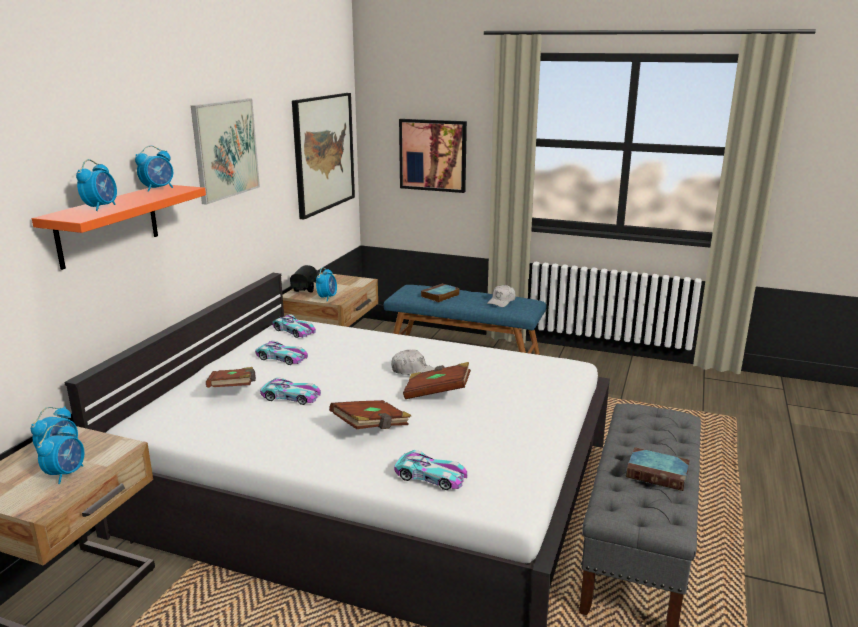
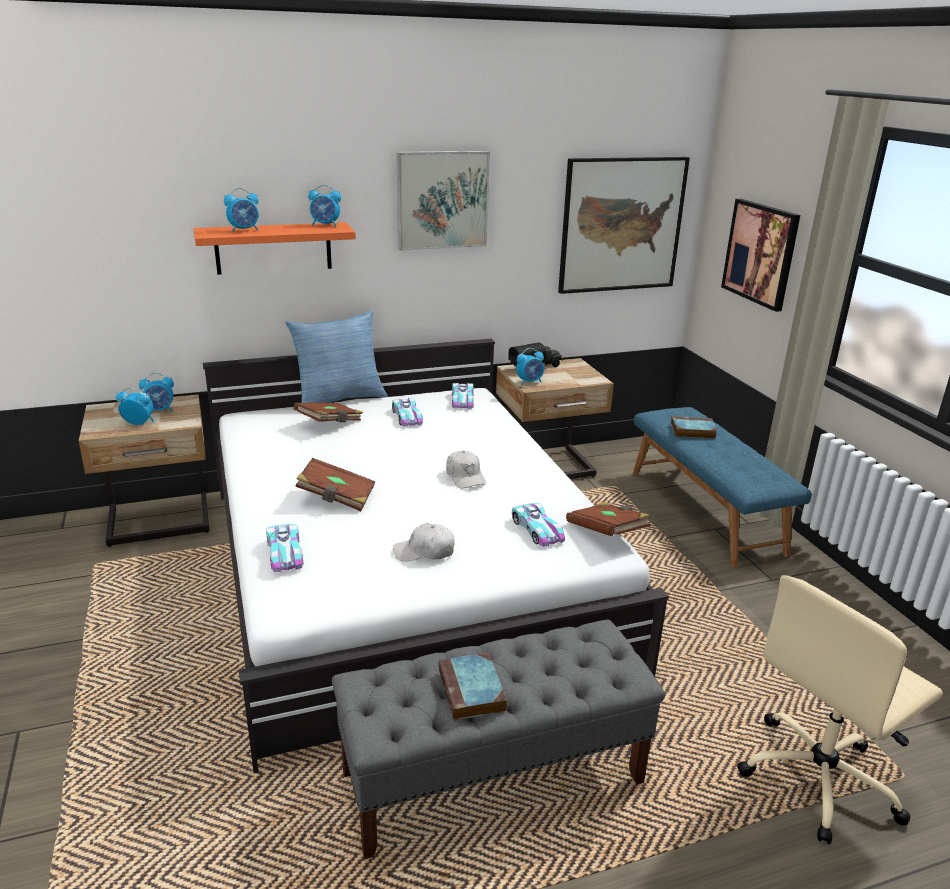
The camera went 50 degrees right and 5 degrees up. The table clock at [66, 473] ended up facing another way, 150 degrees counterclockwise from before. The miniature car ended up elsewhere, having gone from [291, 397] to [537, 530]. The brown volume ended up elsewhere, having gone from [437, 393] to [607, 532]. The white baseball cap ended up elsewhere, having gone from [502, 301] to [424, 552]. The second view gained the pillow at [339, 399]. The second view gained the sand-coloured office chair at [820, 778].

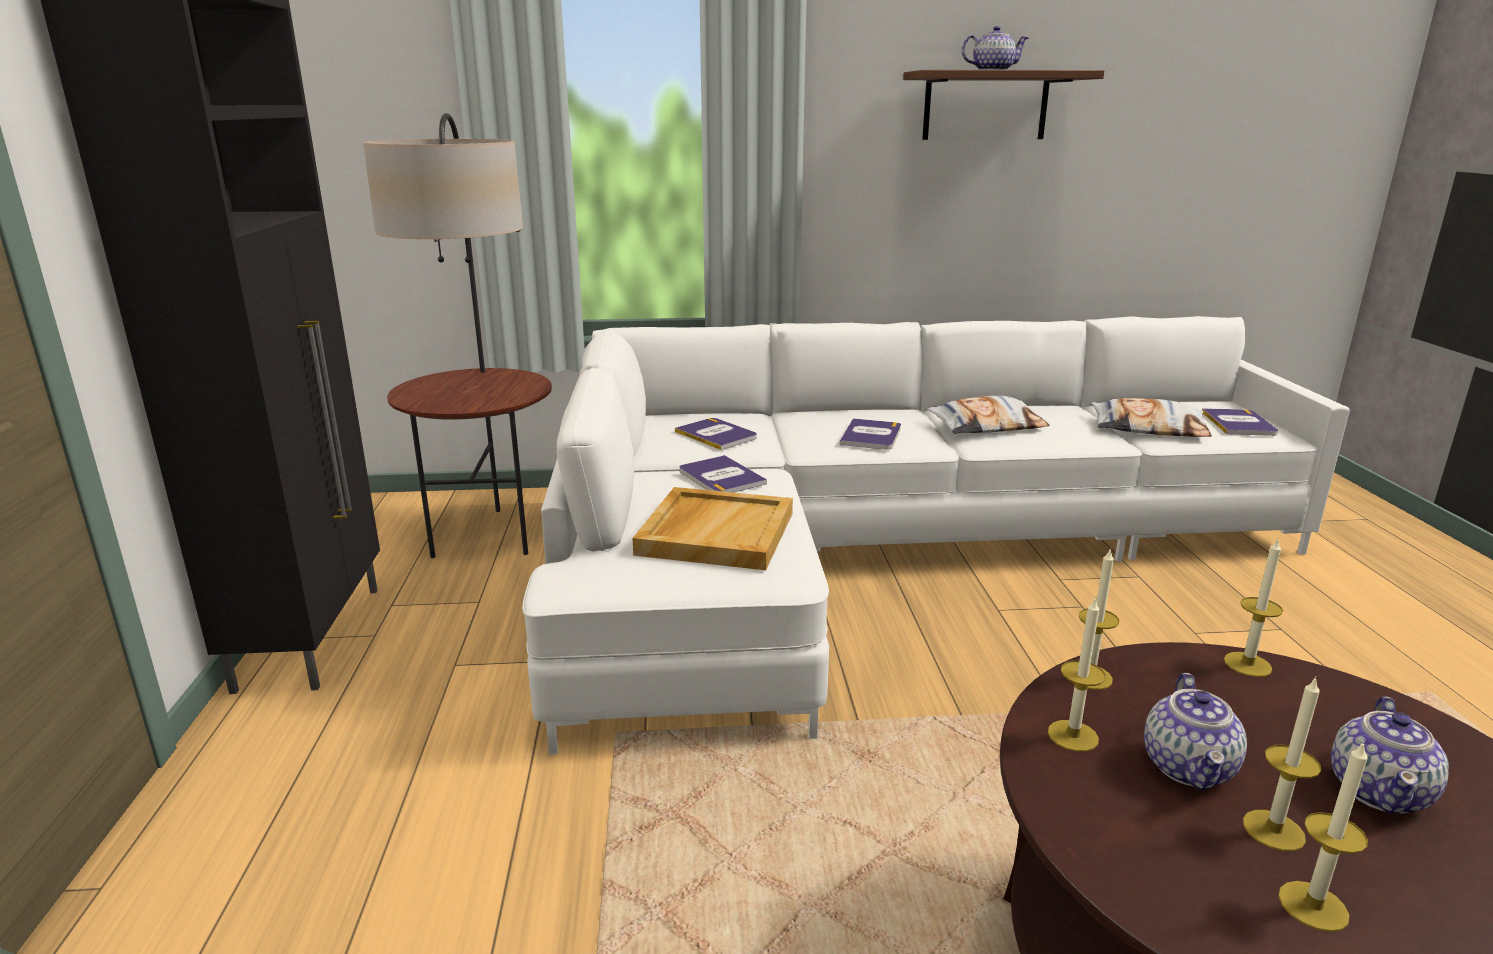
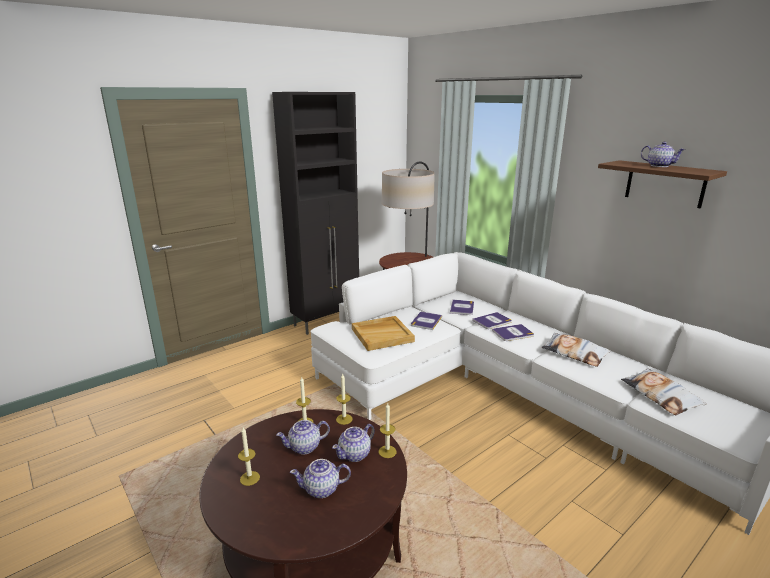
The camera went 55 degrees right and 0 degrees up. The volume ended up elsewhere, having gone from [1238, 423] to [492, 321]. The second view lost the wax light at [1273, 830]. The second view gained the teapot at [355, 454].

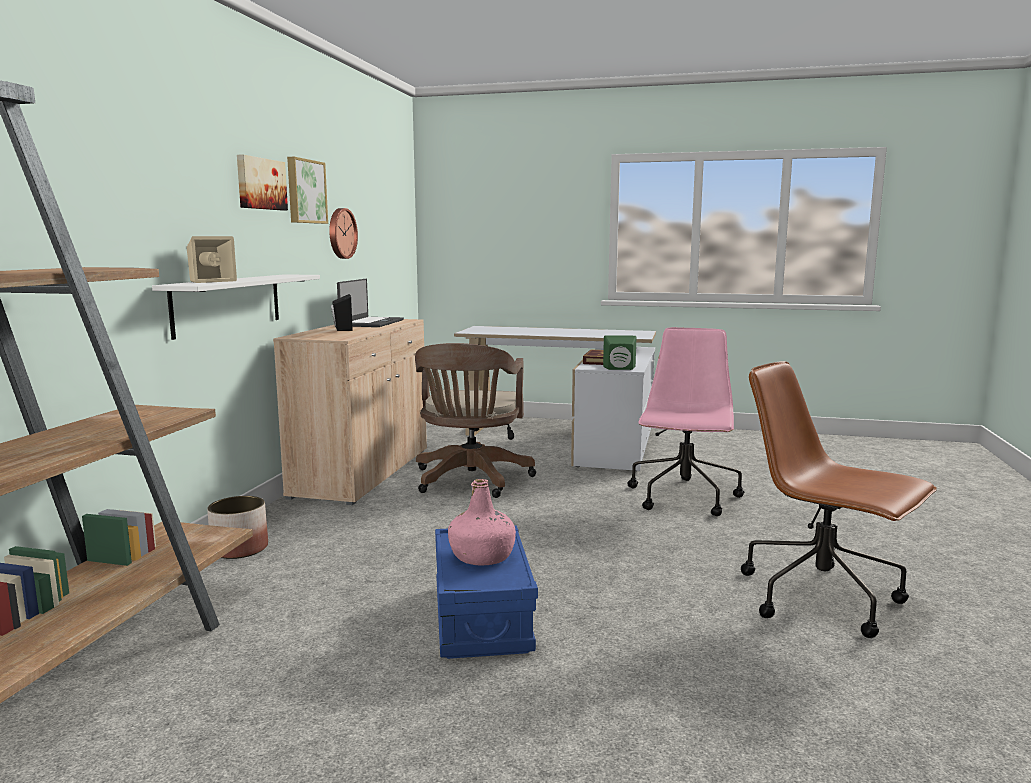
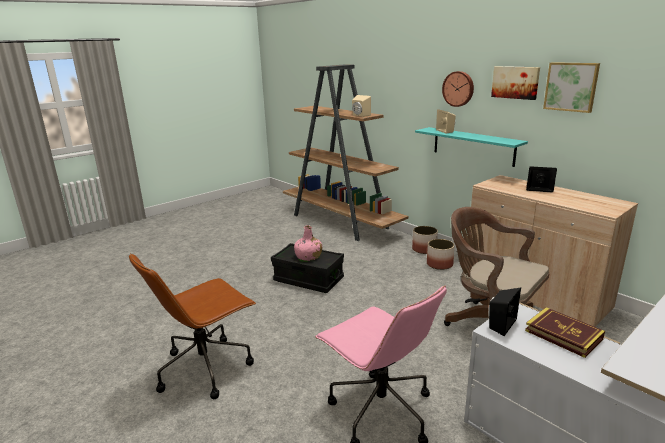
The camera went 125 degrees right and 10 degrees up. What was the white shelf at [228, 304] turned into the turquoise-coloured shelf at [473, 146]. The clock on the wall ended up elsewhere, having gone from [341, 233] to [458, 88]. The second view lost the notebook computer at [371, 323]. What was the blue-coloured storage bin at [482, 617] turned into the black-coloured storage bin at [308, 279]. What was the green speaker at [619, 369] turned into the black-coloured speaker at [499, 324]. The brown office chair at [823, 598] ended up facing another way, 150 degrees clockwise from before. The second view gained the sand-coloured speaker at [360, 115]. The second view gained the plant pot at [439, 264].

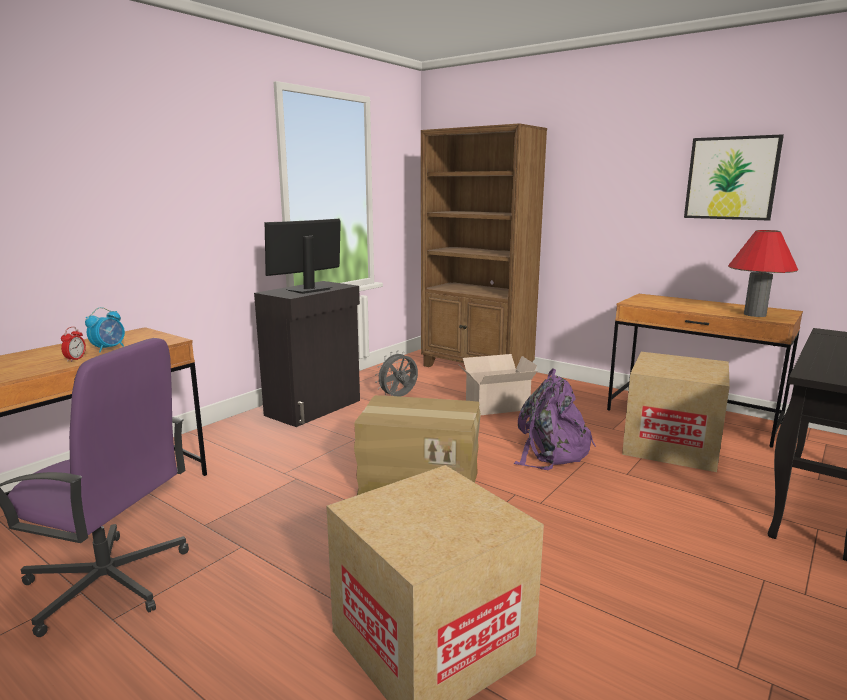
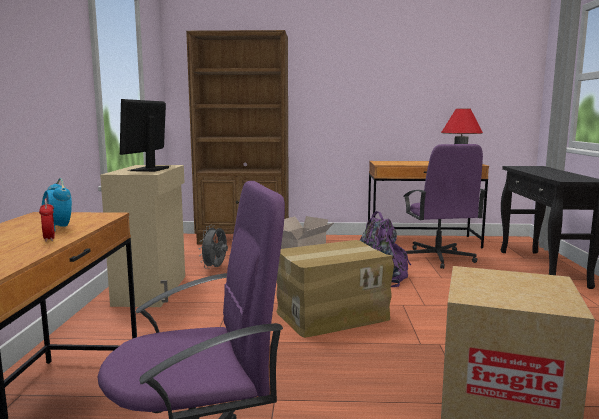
The camera went 35 degrees left and 5 degrees down. The table clock at [109, 348] ended up facing another way, 150 degrees clockwise from before. What was the black-coloured storage cabinet at [315, 408] turned into the sand-coloured storage cabinet at [152, 290]. Where the cardboard box stood at [671, 446], the purple-coloured office chair came to stand at [437, 258]. The second view lost the wall picture at [731, 178].

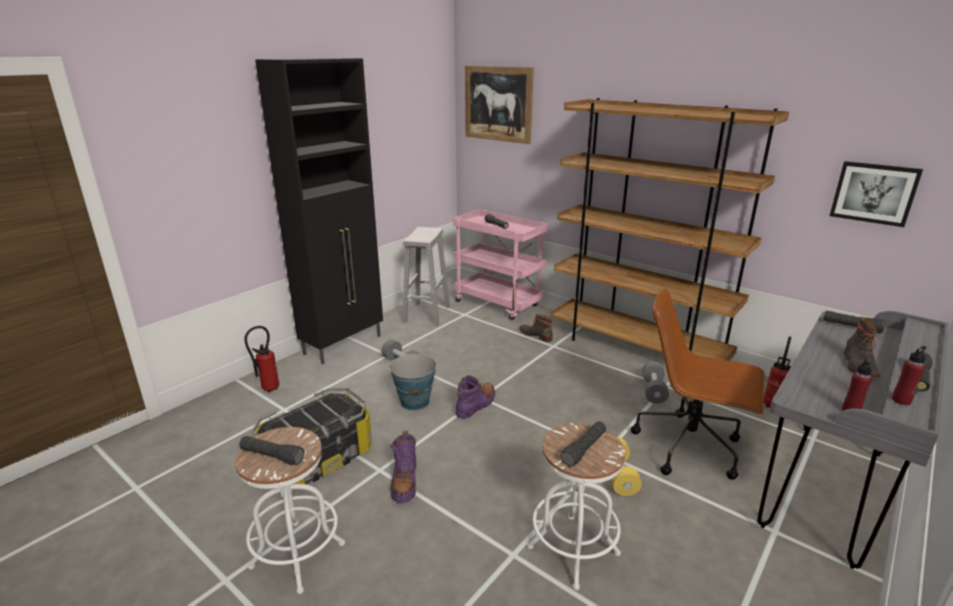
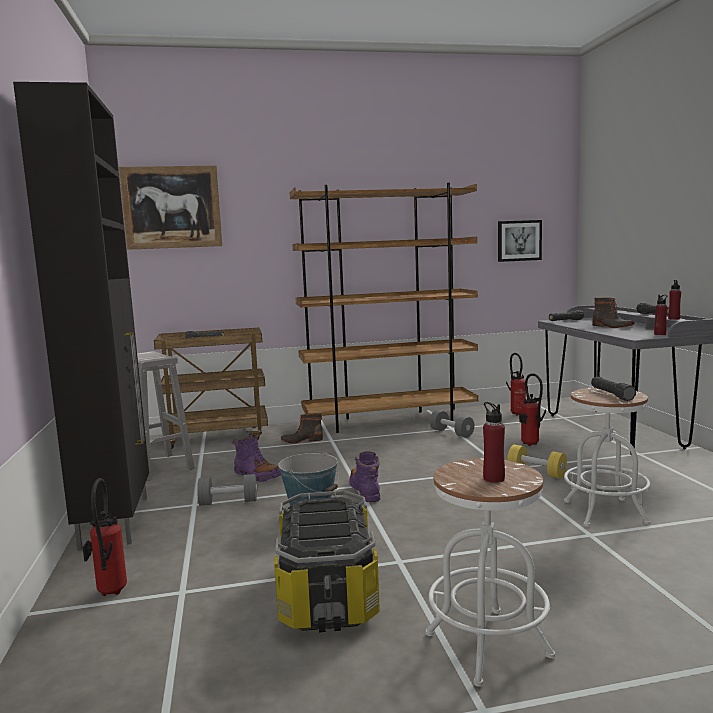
The camera went 50 degrees left and 15 degrees down. Where the black-coloured flashlight stood at [272, 456], the red-coloured bottle came to stand at [493, 478]. The purple-coloured boot ended up elsewhere, having gone from [404, 482] to [256, 475]. What was the pink cart at [499, 304] turned into the brown cart at [218, 437]. Where the brown office chair stood at [690, 447], the extinguisher came to stand at [531, 445].

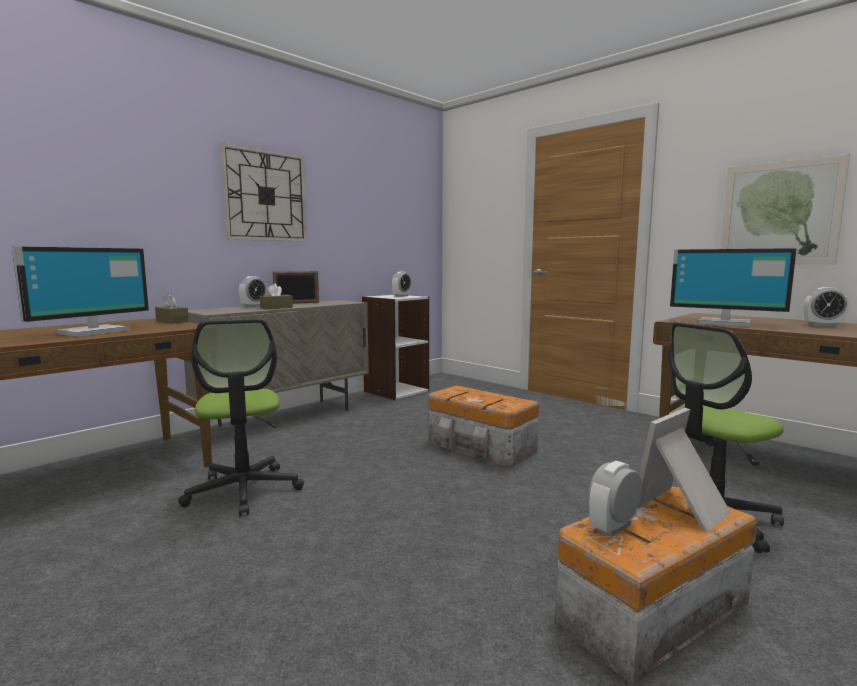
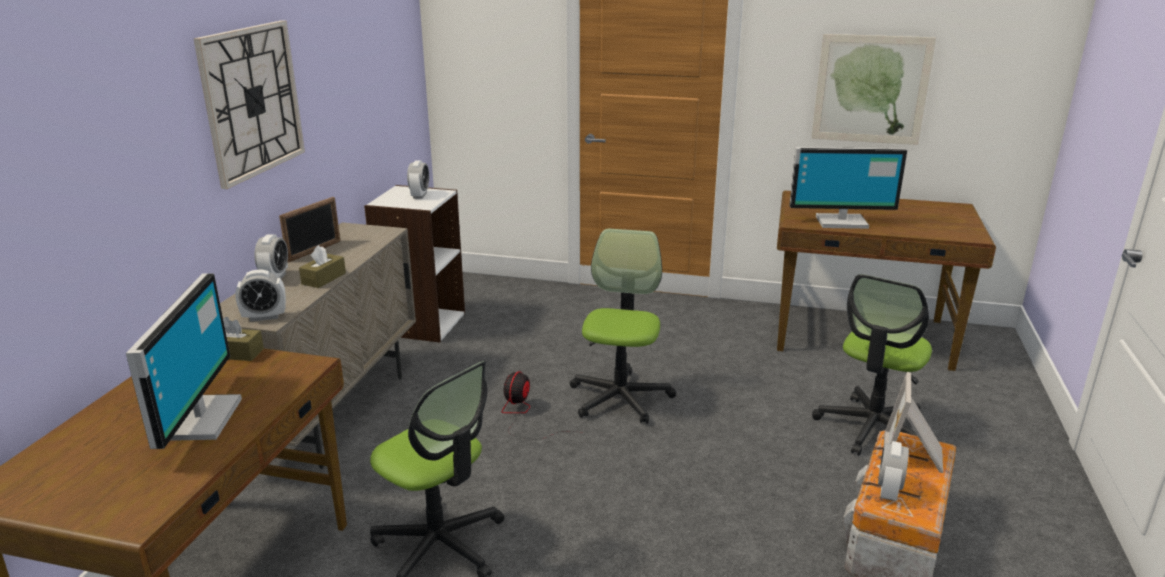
The camera went 30 degrees left and 15 degrees up. Where the storage bin stood at [480, 447], the office chair came to stand at [620, 398]. The table clock ended up elsewhere, having gone from [823, 325] to [264, 317]. The second view gained the fan at [524, 416].

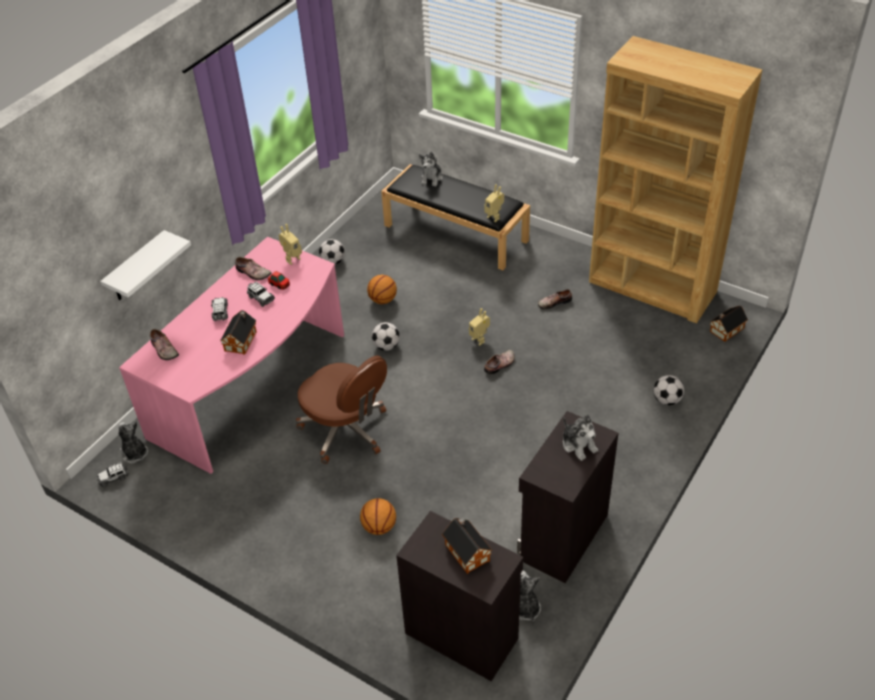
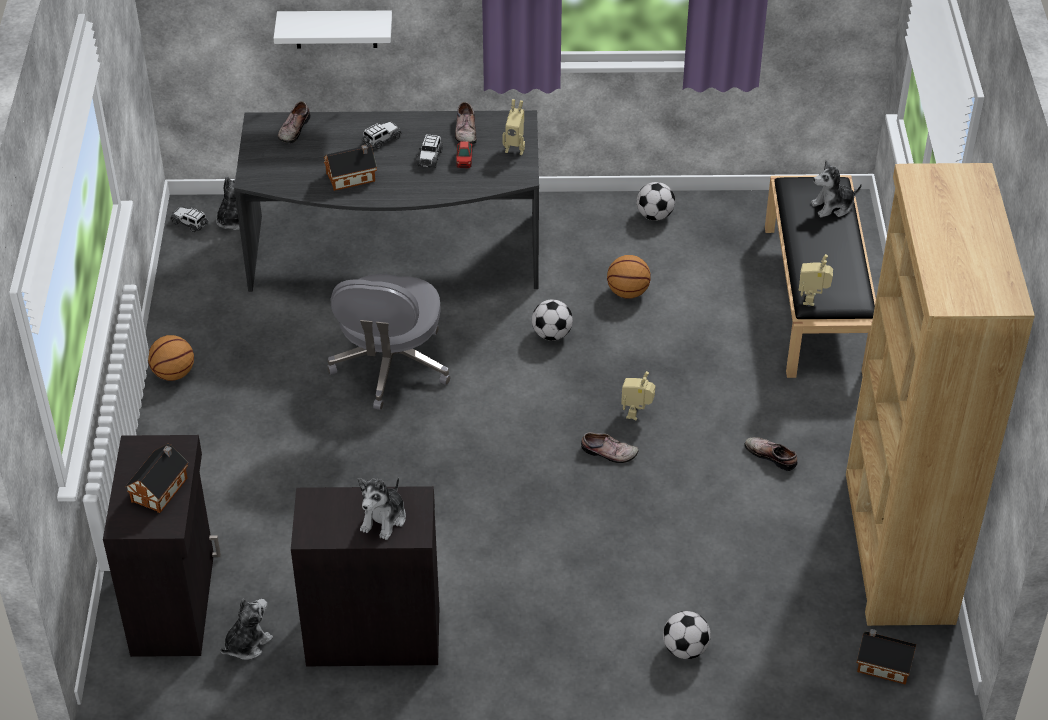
The camera went 55 degrees right and 0 degrees up. What was the pink desk table at [254, 387] turned into the gray desk table at [394, 258]. What was the brown office chair at [346, 430] turned into the gray office chair at [390, 366]. The ball for basketball ended up elsewhere, having gone from [379, 527] to [173, 373].

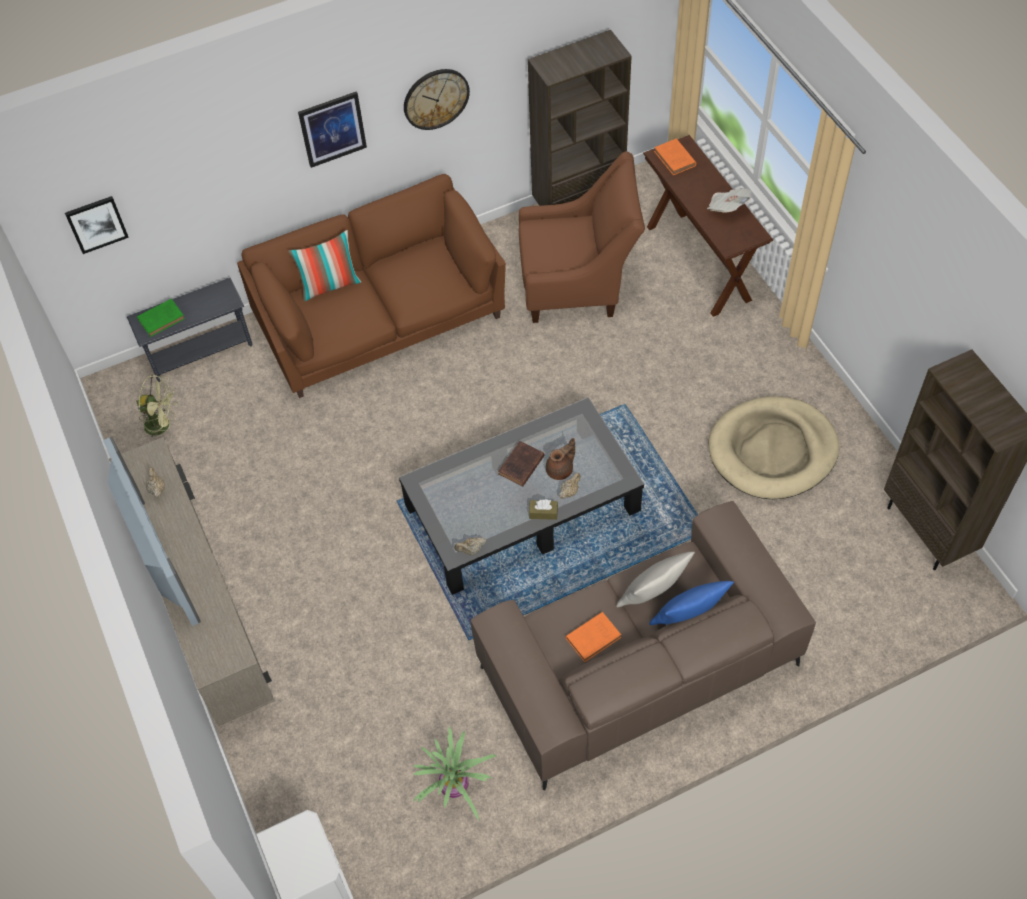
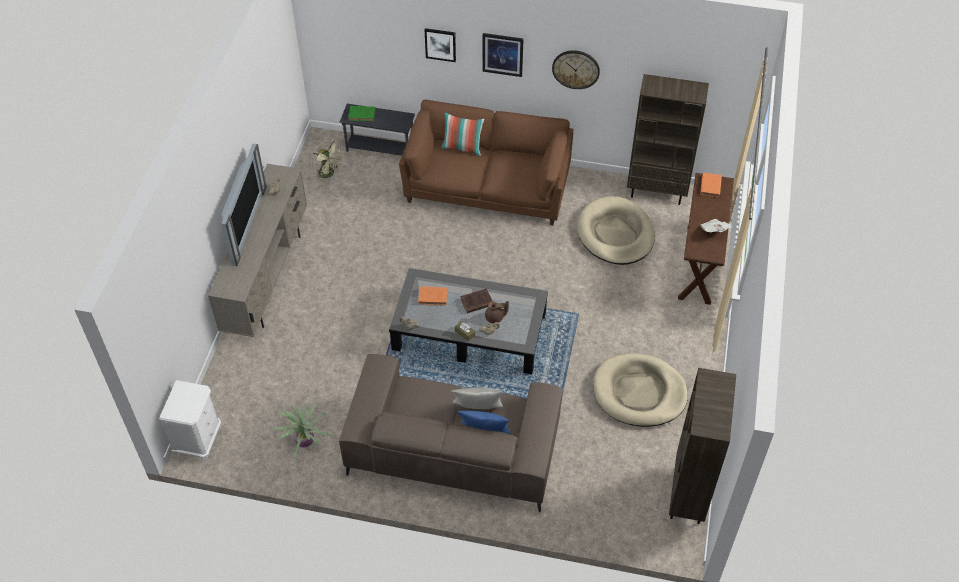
The camera went 35 degrees right and 5 degrees down. The wall picture ended up elsewhere, having gone from [96, 224] to [440, 44]. Where the brown easy chair stood at [578, 284], the sand-coloured dog bed came to stand at [615, 234]. The orangey volume ended up elsewhere, having gone from [594, 637] to [433, 297].

